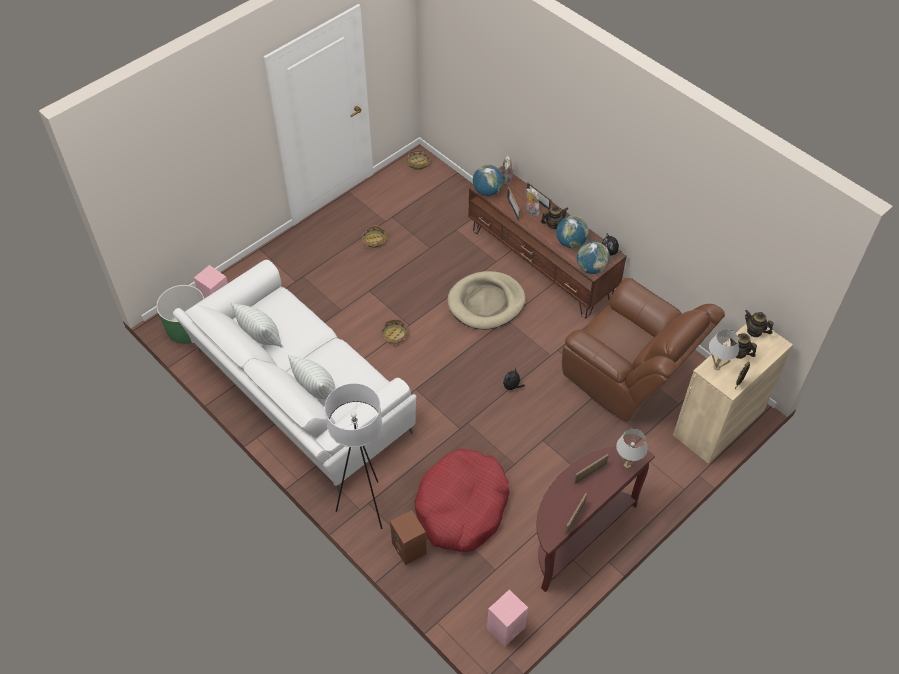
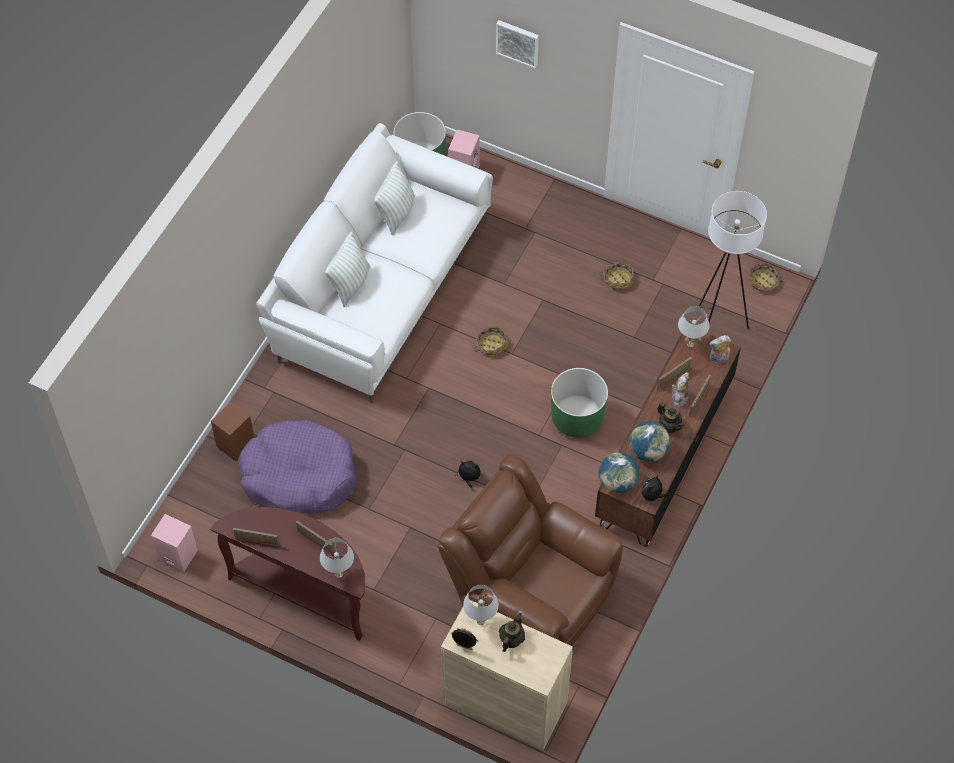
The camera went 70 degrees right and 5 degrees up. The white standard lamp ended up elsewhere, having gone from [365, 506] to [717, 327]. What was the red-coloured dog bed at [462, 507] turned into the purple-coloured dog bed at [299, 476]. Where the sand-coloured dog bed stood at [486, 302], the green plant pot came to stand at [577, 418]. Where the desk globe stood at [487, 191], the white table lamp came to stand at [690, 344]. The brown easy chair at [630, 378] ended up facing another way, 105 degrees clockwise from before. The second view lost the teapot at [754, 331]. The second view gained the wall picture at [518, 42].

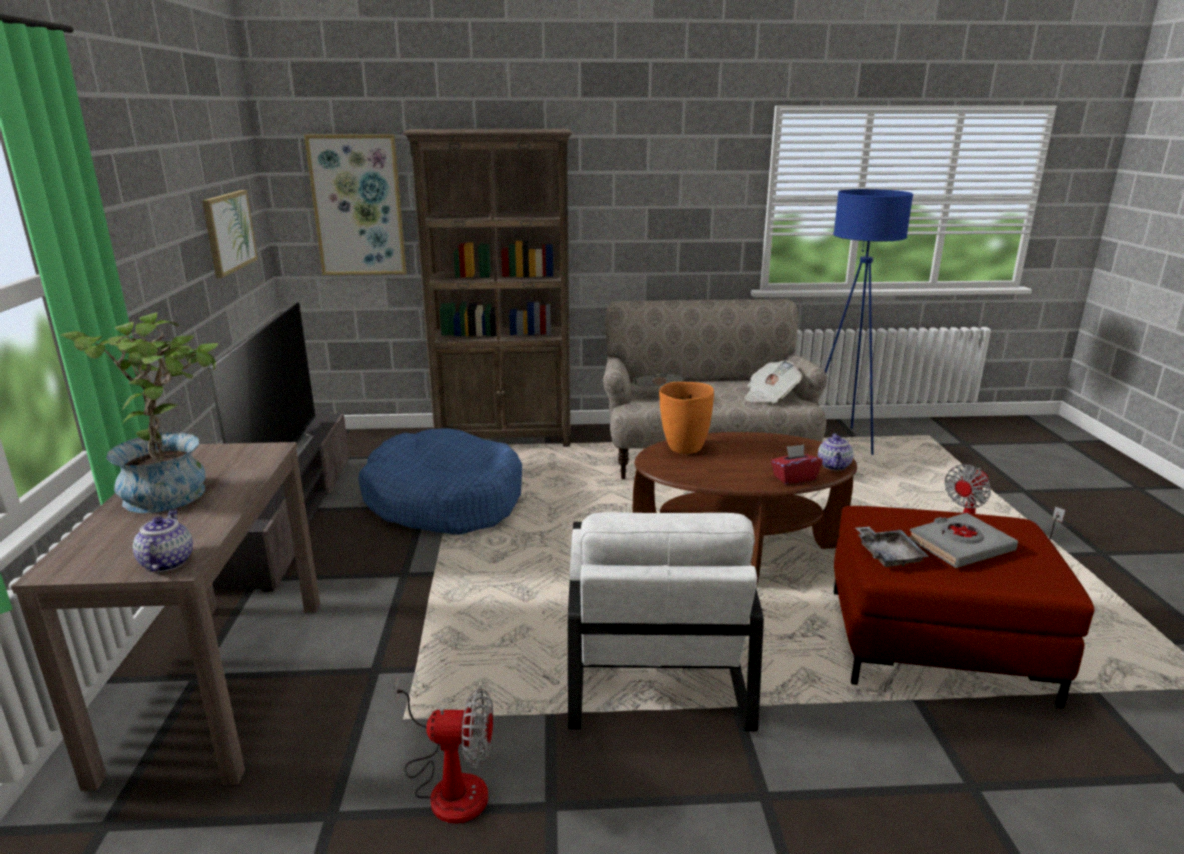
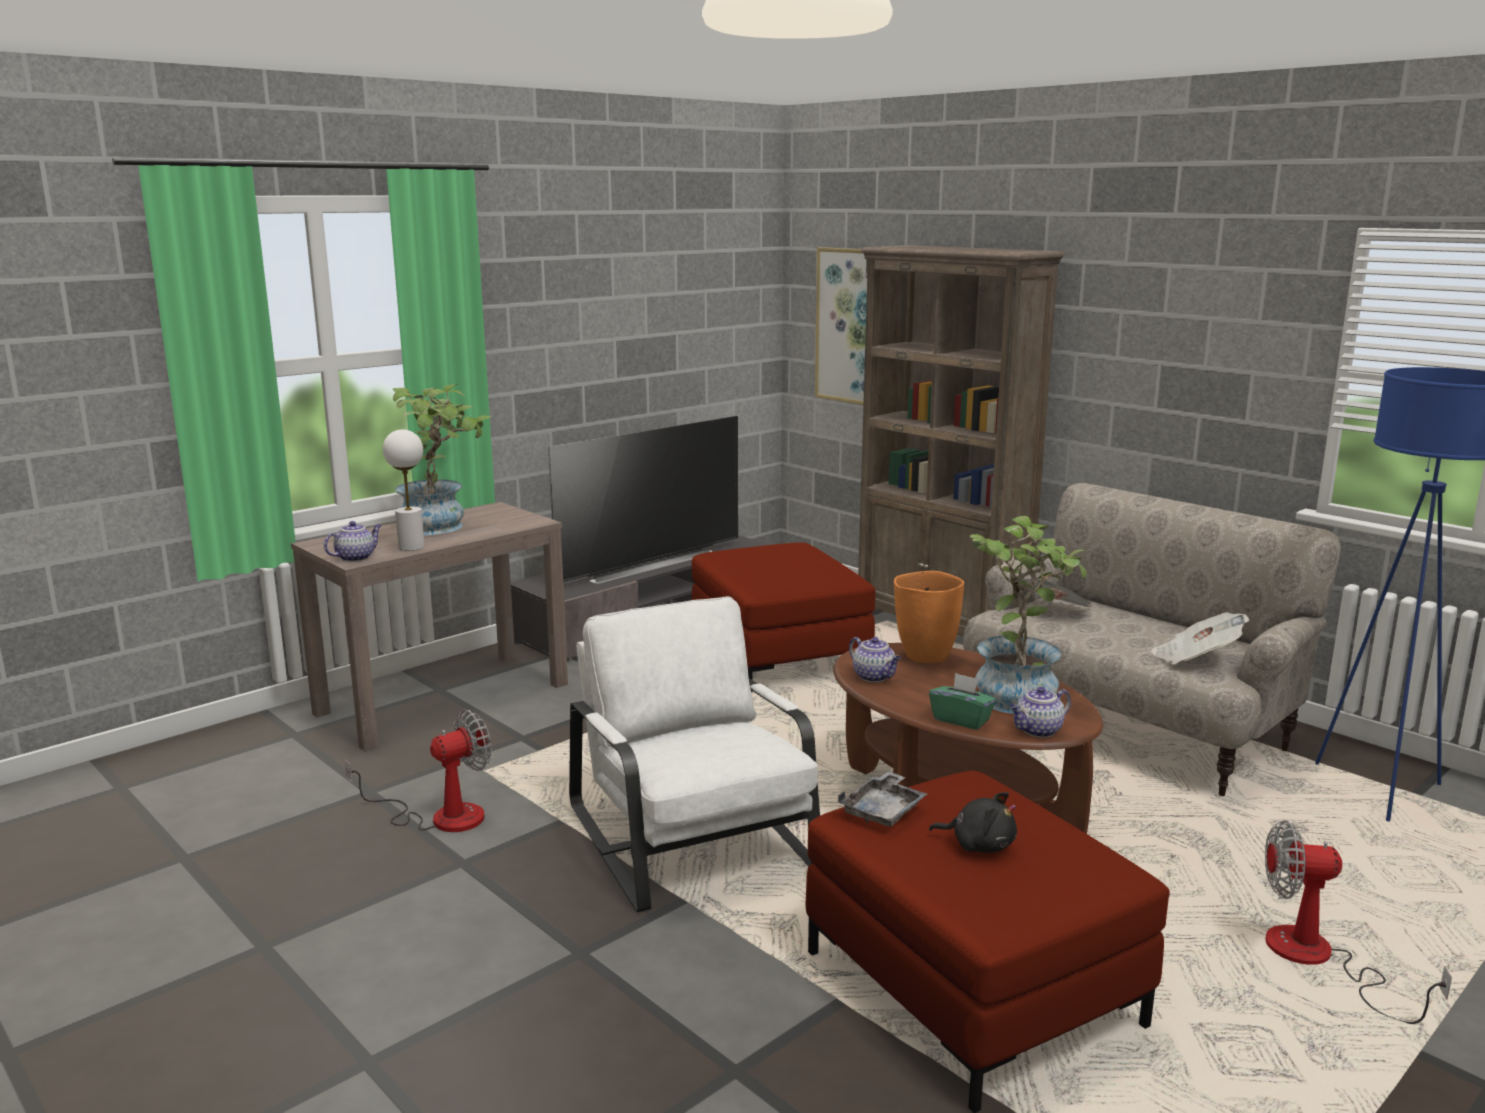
The camera went 50 degrees right and 5 degrees down. The second view lost the wall picture at [229, 232]. Where the blue-coloured dog bed stood at [444, 501], the red-coloured ottoman came to stand at [780, 657]. The fan at [449, 784] ended up facing another way, 90 degrees counterclockwise from before. The white easy chair at [654, 660] ended up facing another way, 105 degrees clockwise from before. What was the red-coloured tissue holder at [794, 478] turned into the green tissue holder at [961, 720]. Where the gray volume stood at [960, 546], the black-coloured plush toy came to stand at [979, 845]. The second view gained the white table lamp at [411, 547]. The second view gained the teapot at [874, 677]. The second view gained the potted plant at [1018, 693].

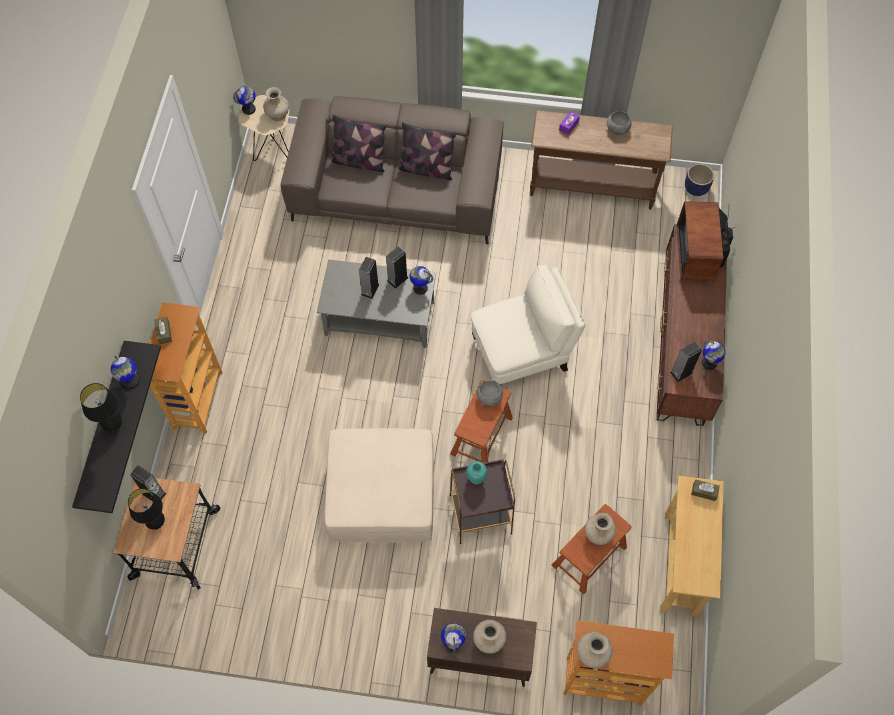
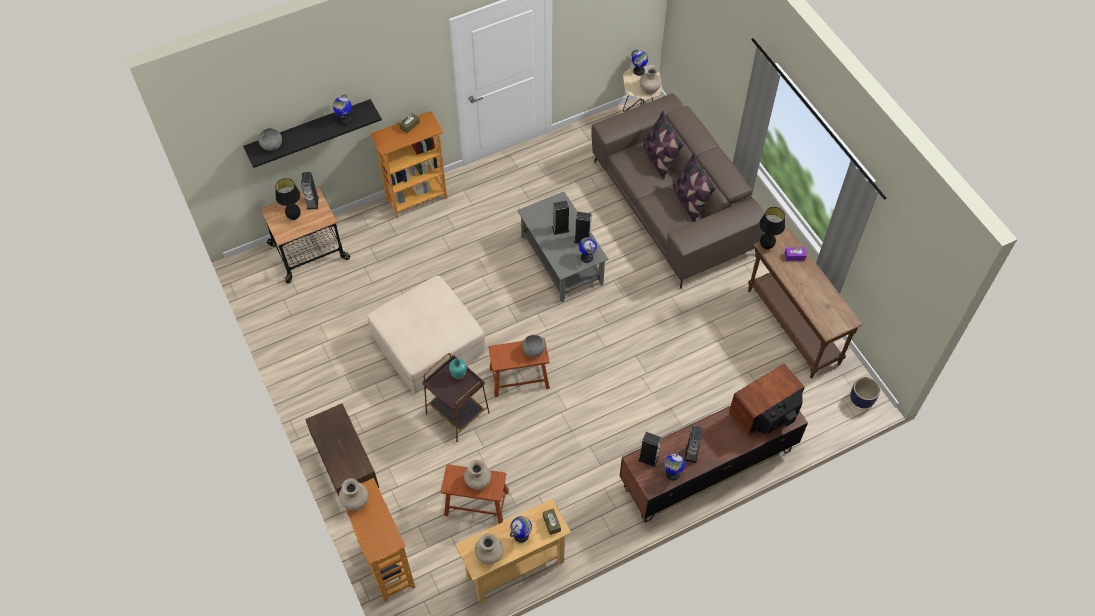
The camera went 55 degrees right and 5 degrees down. The black-coloured table lamp ended up elsewhere, having gone from [114, 426] to [766, 246]. The desk globe ended up elsewhere, having gone from [453, 642] to [521, 535]. The second view lost the sand-coloured easy chair at [522, 354]. The sand-coloured vase ended up elsewhere, having gone from [489, 640] to [489, 555]. The gray bowl ended up elsewhere, having gone from [617, 129] to [272, 145]. The second view gained the speaker at [691, 453].

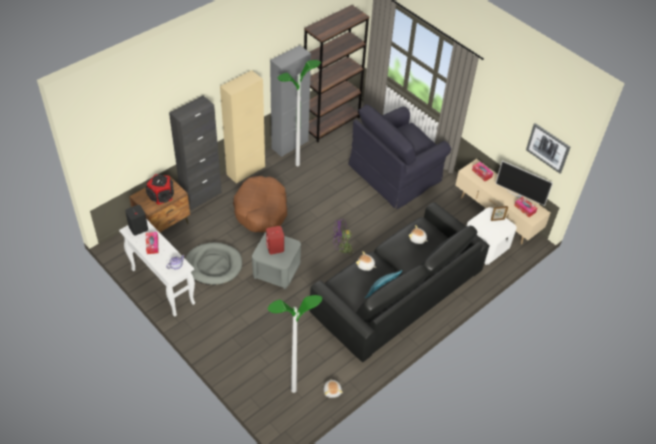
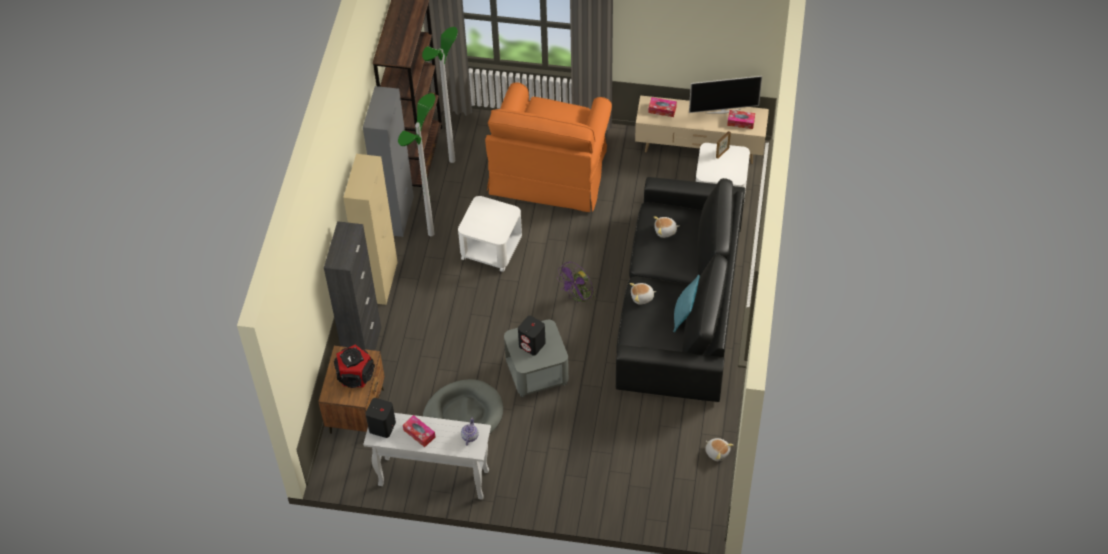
The camera went 35 degrees left and 5 degrees up. The second view lost the brown dog bed at [261, 210]. What was the red-coloured speaker at [275, 248] turned into the black-coloured speaker at [532, 344]. The standard lamp ended up elsewhere, having gone from [293, 390] to [452, 160]. What was the black-coloured easy chair at [396, 173] turned into the orangey easy chair at [550, 169]. The second view lost the wall picture at [548, 147]. The second view gained the white end table at [491, 247].

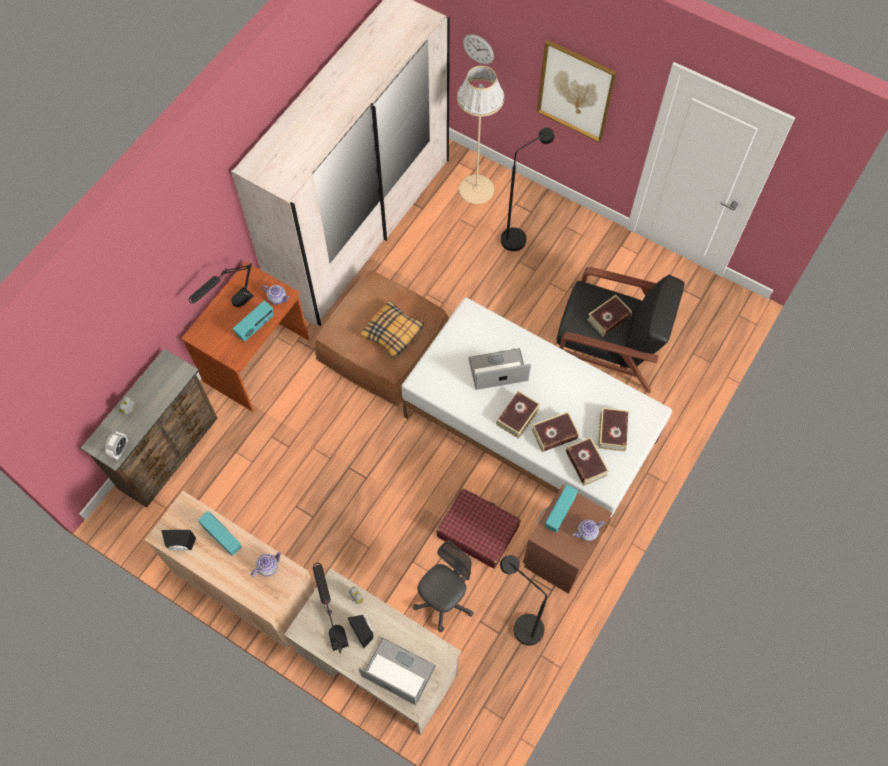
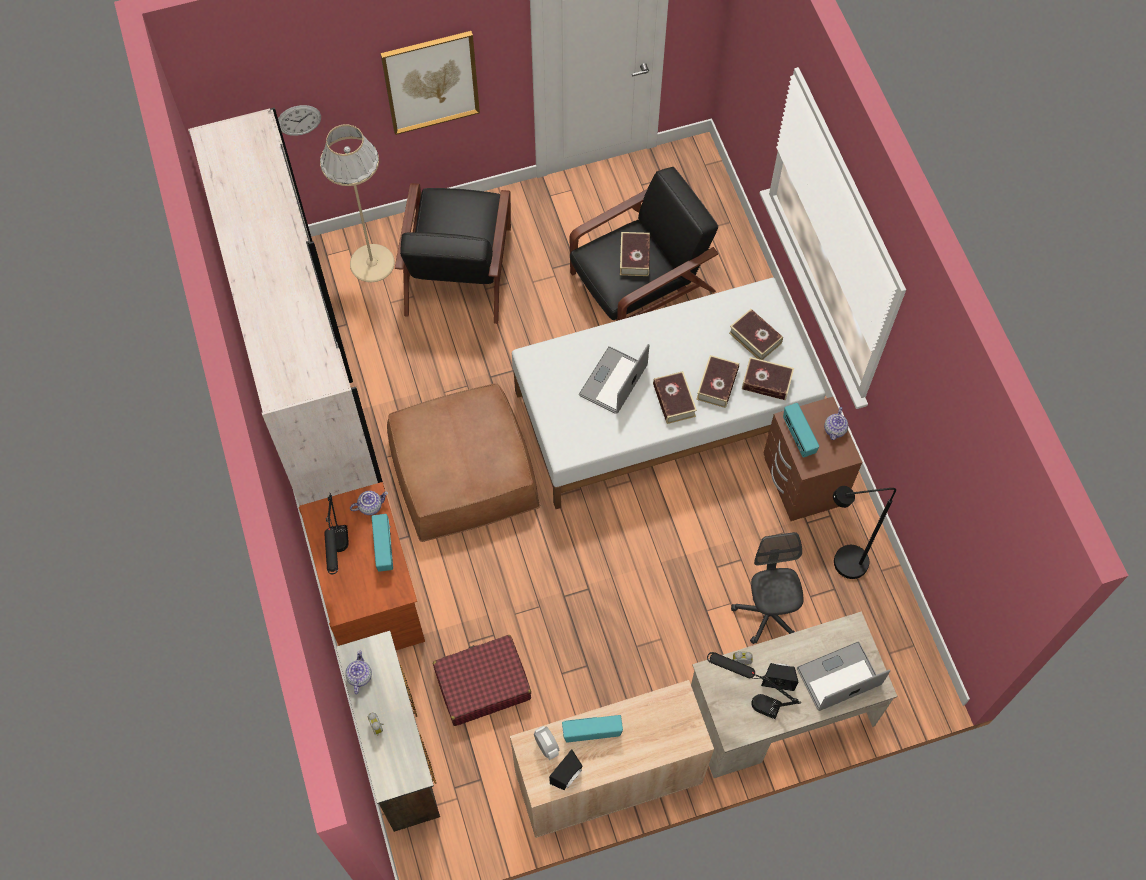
The camera went 50 degrees left and 0 degrees up. The table clock ended up elsewhere, having gone from [120, 450] to [546, 747]. The teapot ended up elsewhere, having gone from [268, 566] to [359, 676]. The second view lost the pillow at [393, 333]. The red-coloured suitcase ended up elsewhere, having gone from [477, 531] to [482, 684]. Where the black-coloured standard lamp stood at [518, 236], the black-coloured easy chair came to stand at [458, 268].

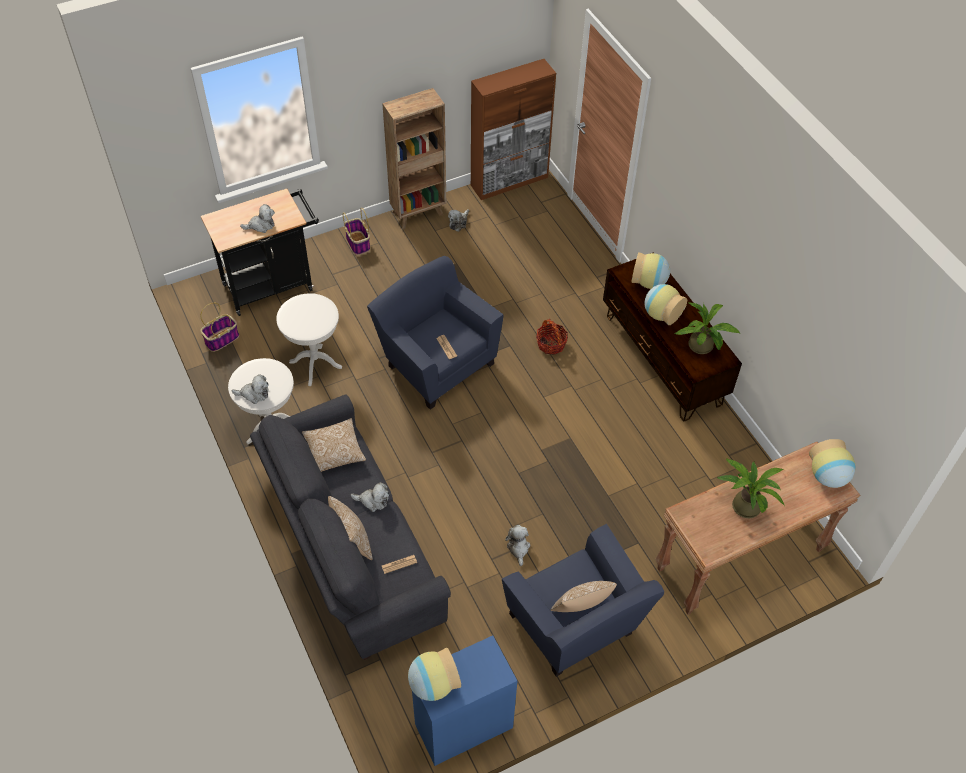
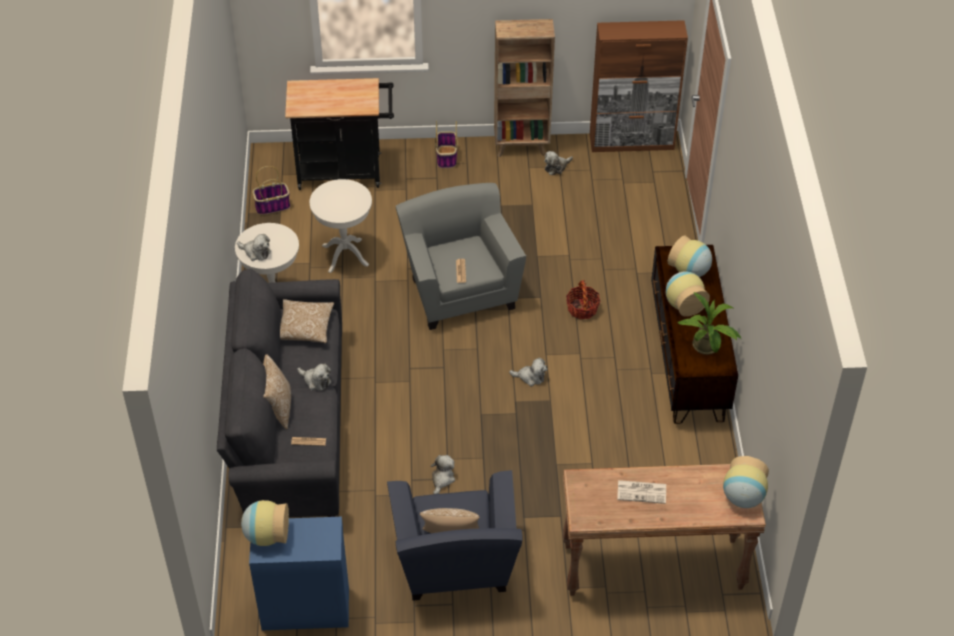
The camera went 25 degrees right and 5 degrees down. The plush toy ended up elsewhere, having gone from [261, 225] to [530, 377]. What was the blue-coloured easy chair at [436, 362] turned into the gray easy chair at [459, 289]. Where the potted plant stood at [744, 504], the daily paper came to stand at [642, 492].

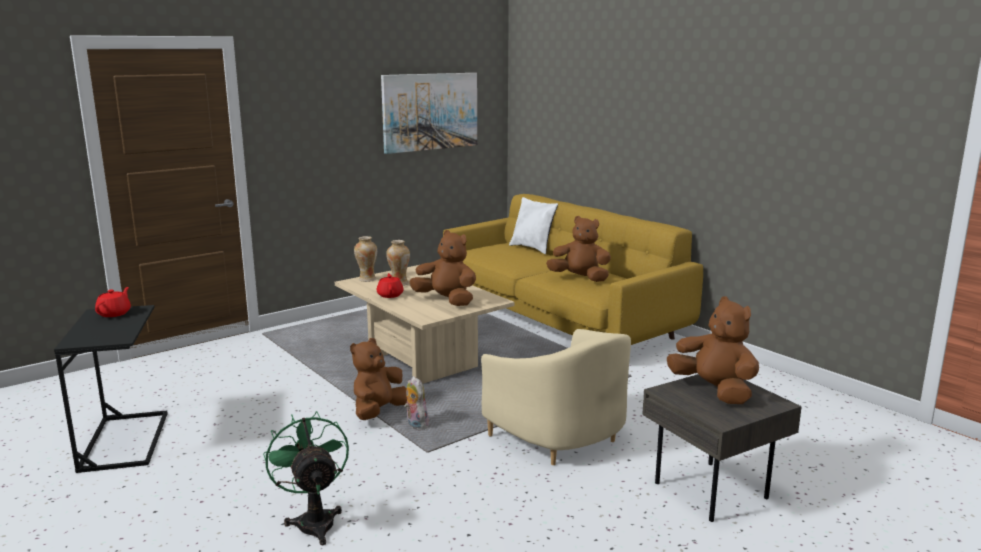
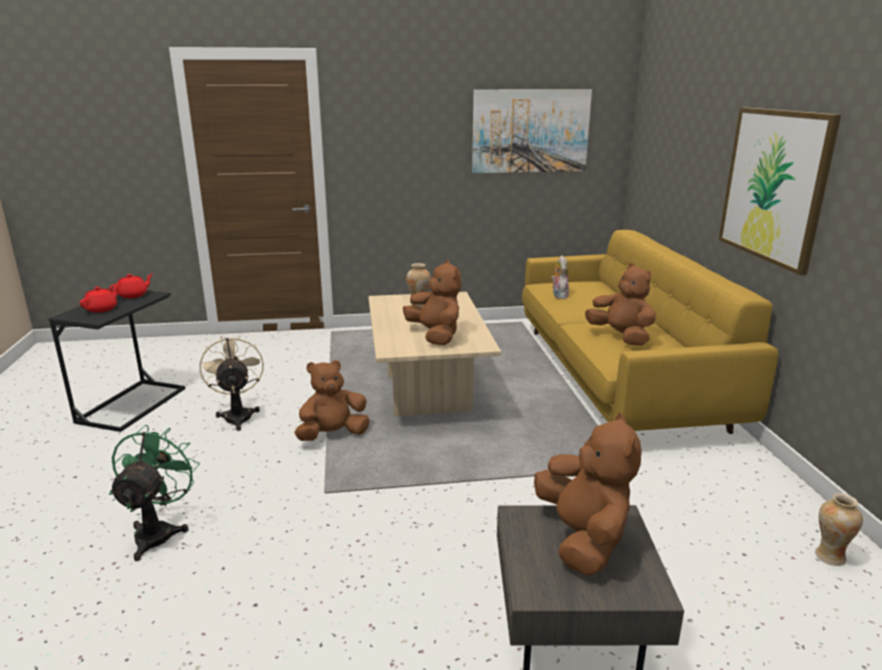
The camera went 30 degrees right and 5 degrees up. The vase ended up elsewhere, having gone from [367, 279] to [829, 557]. The red-coloured teapot ended up elsewhere, having gone from [390, 295] to [102, 309]. The plush toy ended up elsewhere, having gone from [415, 425] to [558, 295]. The second view lost the sand-coloured easy chair at [560, 437]. The second view lost the white pillow at [533, 248]. The second view gained the sand-coloured fan at [238, 415]. The second view gained the wall picture at [774, 186].

